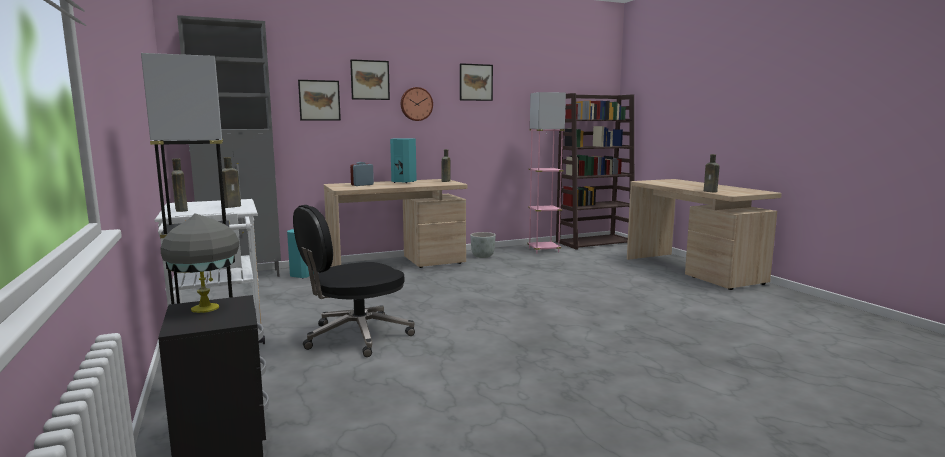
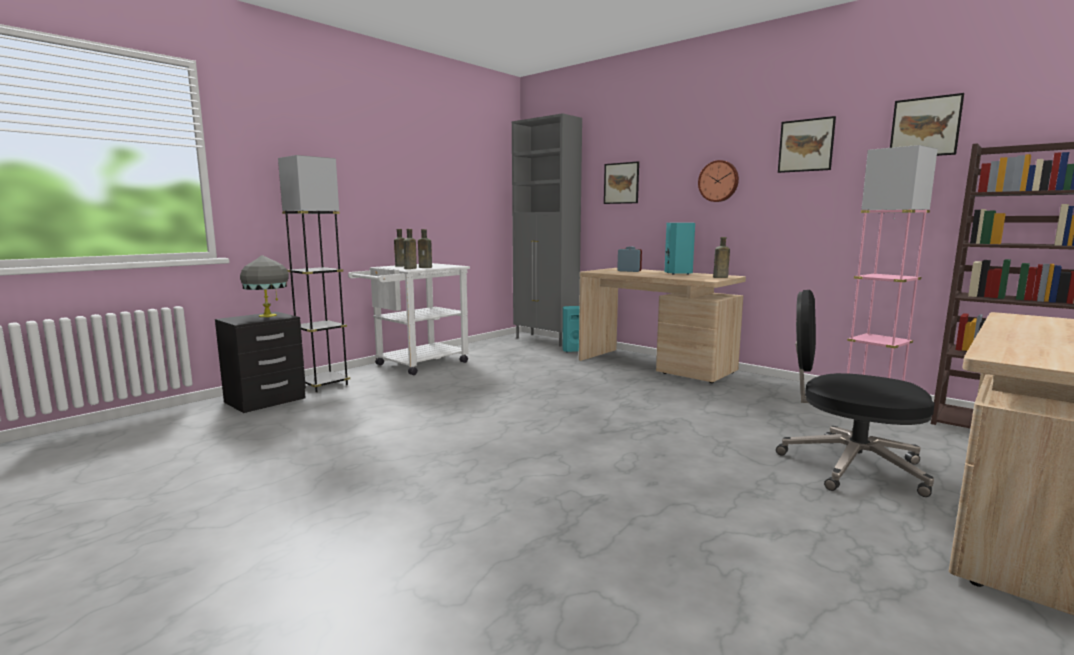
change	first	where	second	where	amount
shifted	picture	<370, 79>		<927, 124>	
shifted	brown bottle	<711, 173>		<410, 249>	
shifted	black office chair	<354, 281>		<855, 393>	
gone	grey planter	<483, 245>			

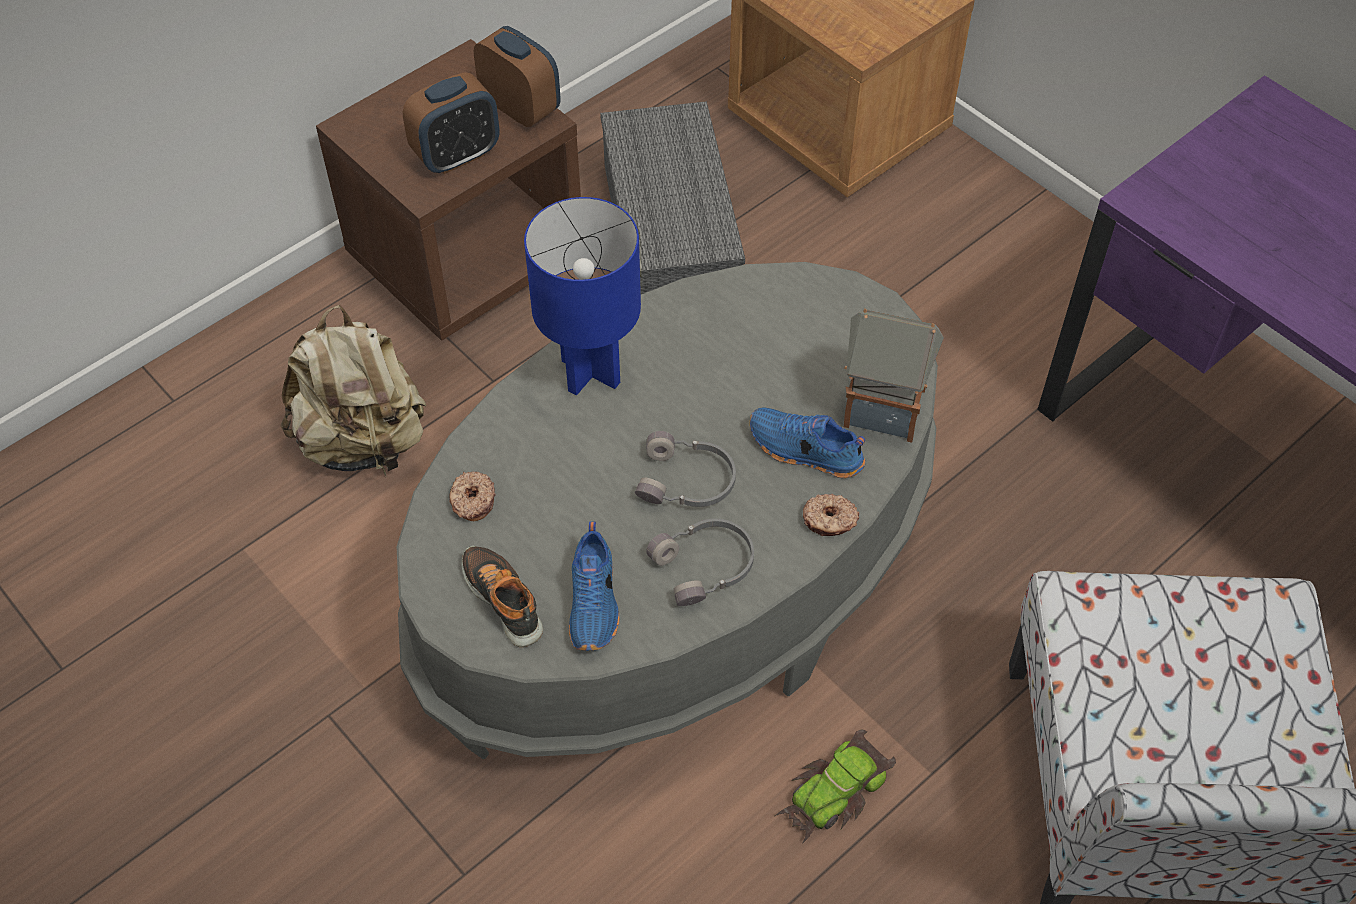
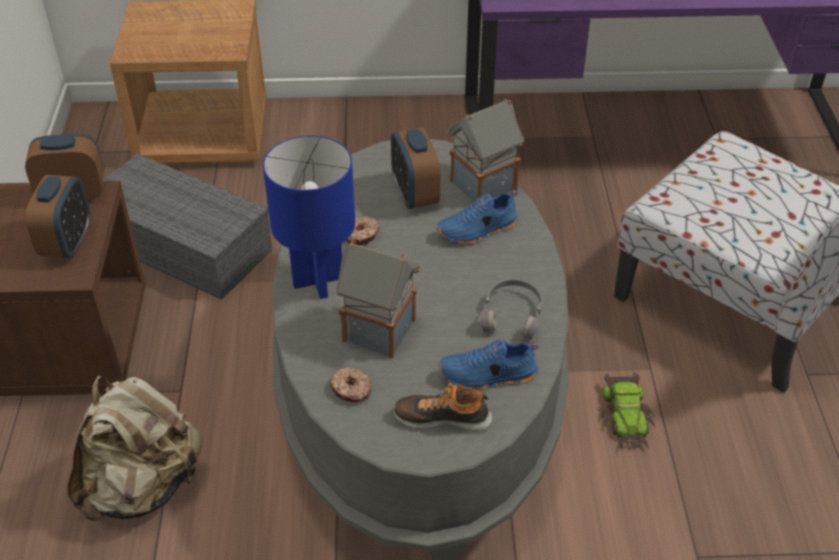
change	first	where	second	where	amount
gone	grey headphones	<685, 469>			
shifted	donut	<831, 515>		<363, 230>	
rotated	blue shoe	<594, 586>		<489, 364>	135 degrees clockwise
new			alarm clock	<415, 168>	
new			toy house	<378, 299>	

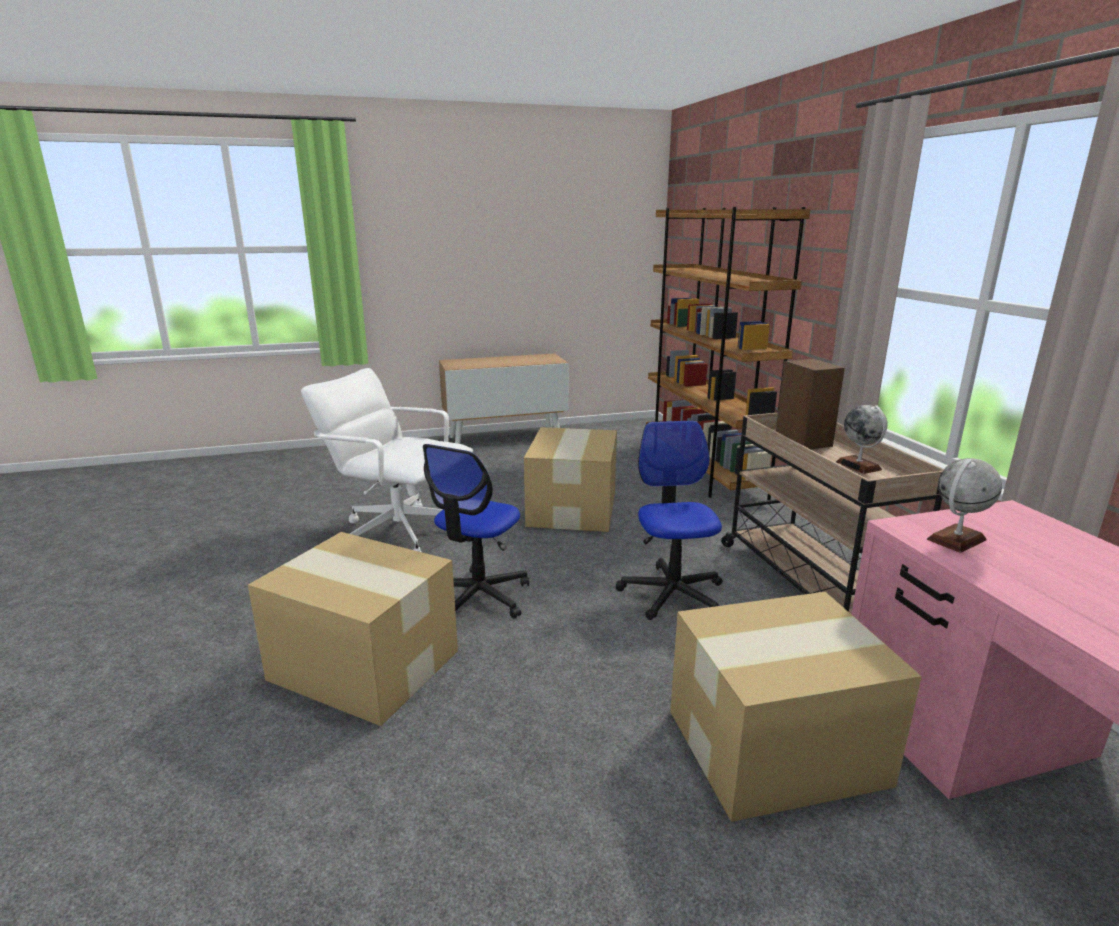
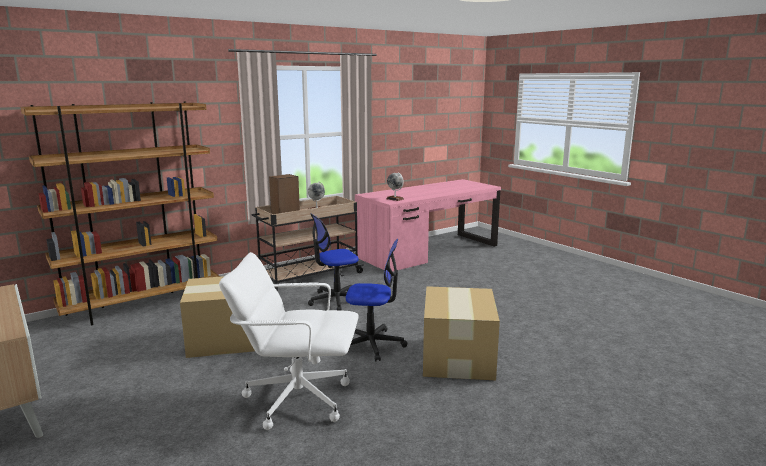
change	first	where	second	where	amount
rotated	white office chair	<387, 460>		<289, 341>	90 degrees clockwise
gone	cardboard box	<796, 707>			

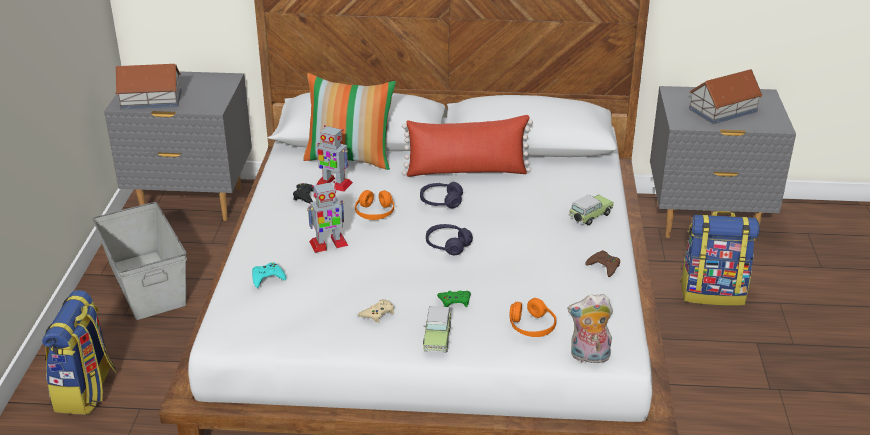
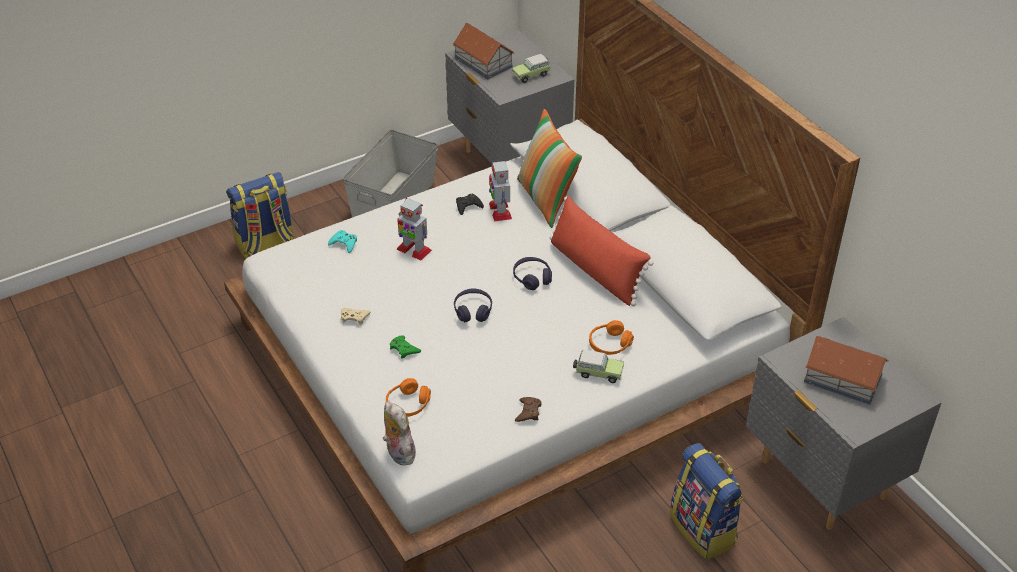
change	first	where	second	where	amount
shifted	orange headphones	<374, 205>		<611, 337>	
shifted	toy car	<437, 329>		<531, 68>	

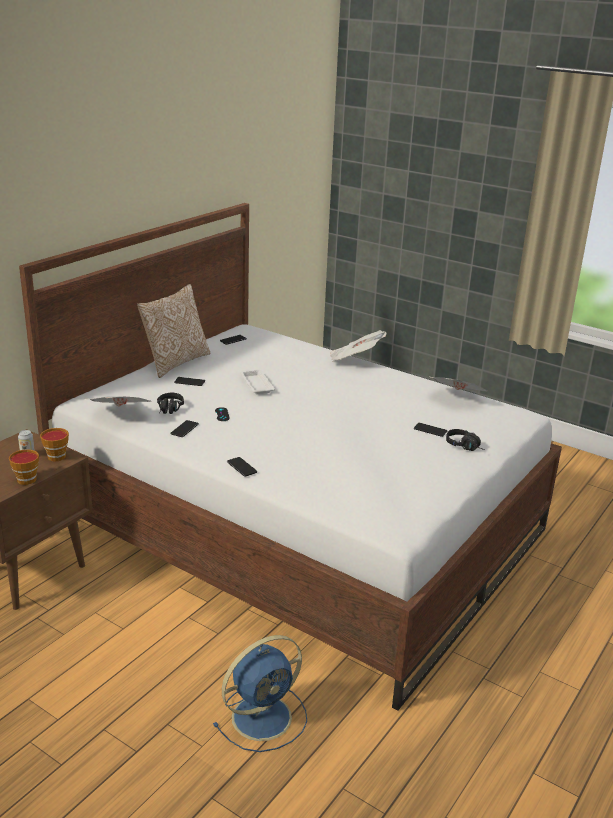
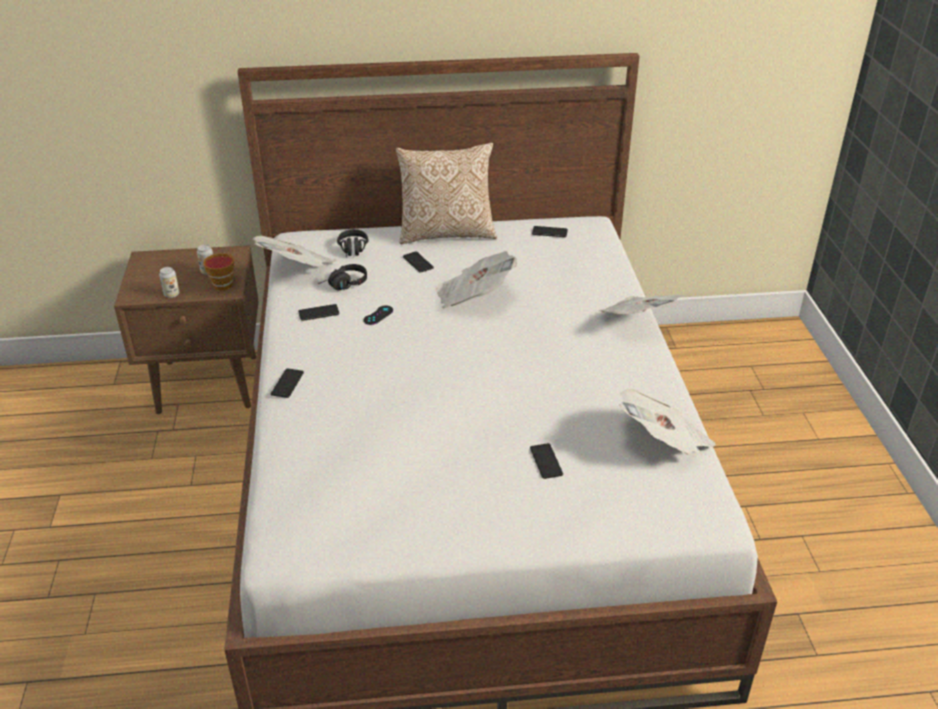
change	first	where	second	where	amount
swapped	white tray	<257, 381>	newspaper	<476, 280>	
shifted	black headphones	<465, 440>		<353, 243>	
swapped	cup	<24, 467>	can	<169, 282>	
gone	blue fan	<260, 693>			

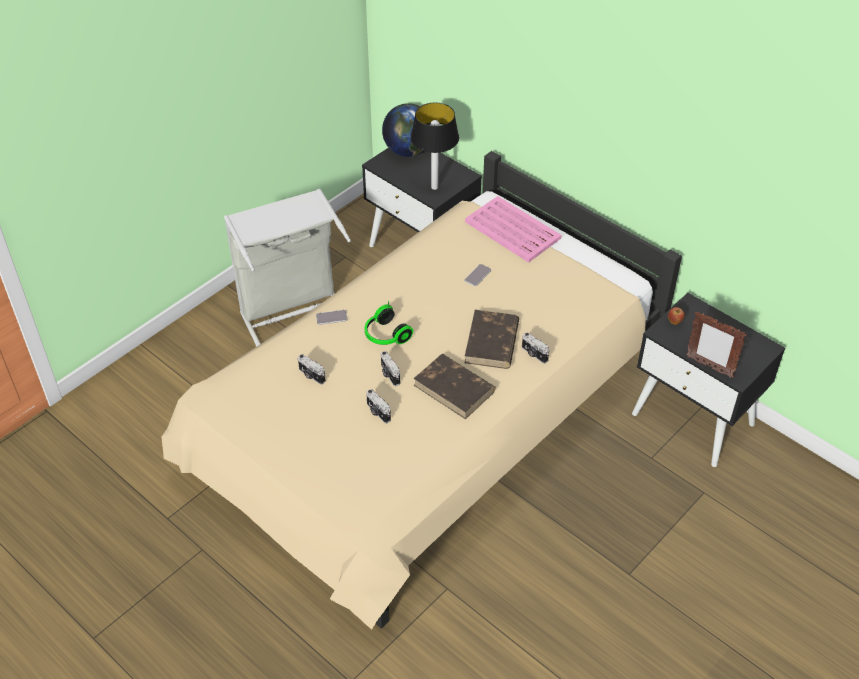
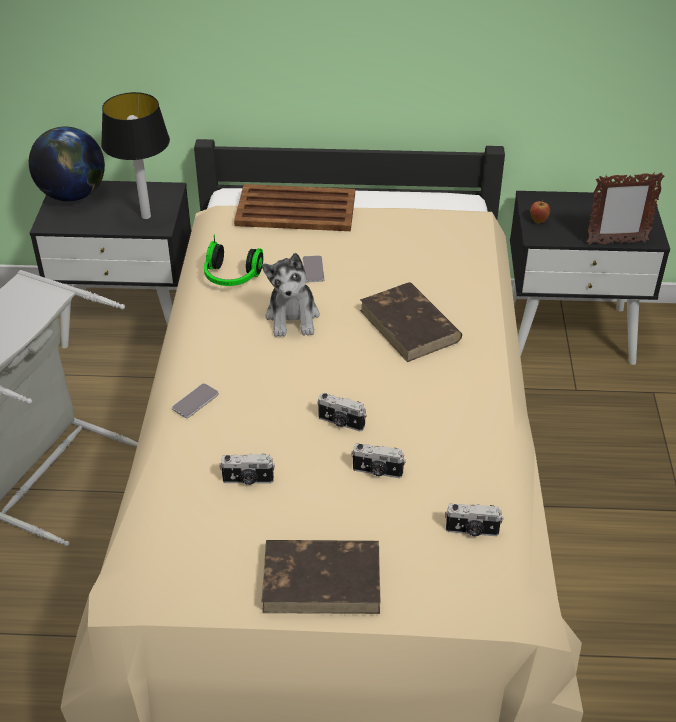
change	first	where	second	where	amount
repainted	pink tray	<513, 229>	brown tray	<294, 207>	
shifted	headphones	<389, 323>		<233, 260>	
shifted	photo camera	<535, 348>		<474, 520>	
shifted	brown book	<454, 386>		<321, 577>	
new			plush toy	<291, 295>	

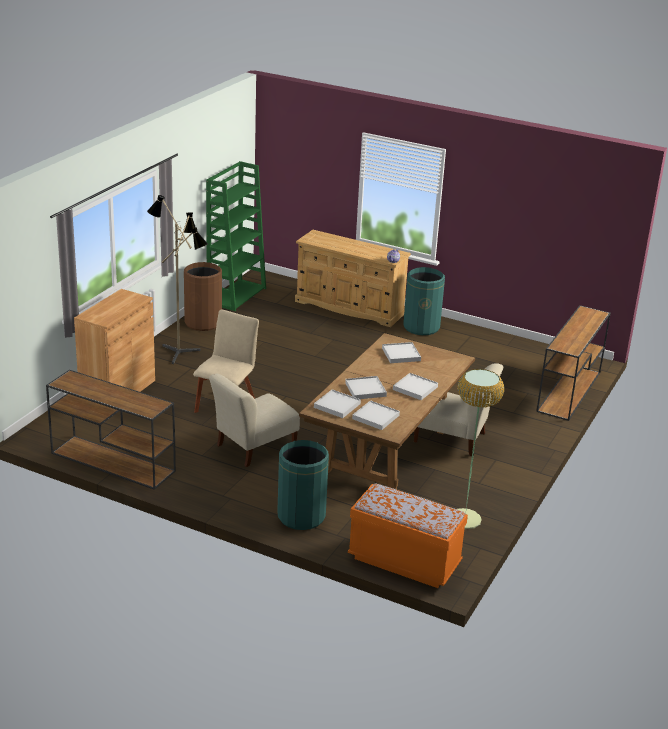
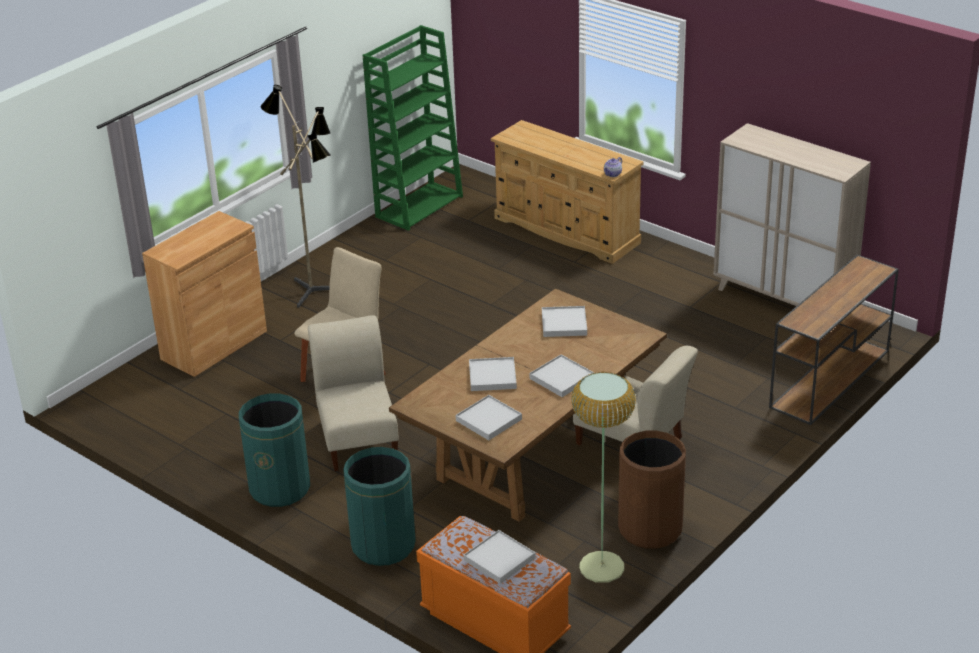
change	first	where	second	where	amount
shifted	brown trash can	<203, 296>		<652, 489>	
shifted	green trash can	<424, 301>		<274, 450>	
gone	brown console table	<111, 430>			
rotated	beige chair	<254, 420>		<353, 393>	105 degrees clockwise
shifted	white tray	<337, 403>		<499, 557>	
new			beige cabinet	<792, 214>	

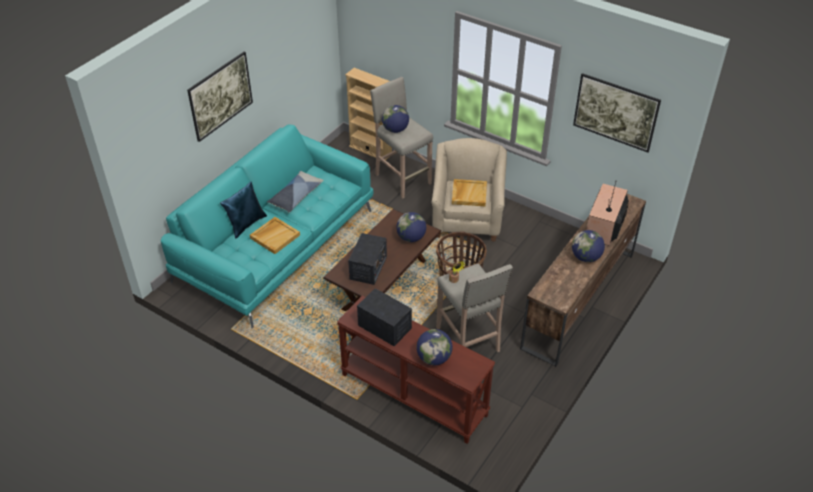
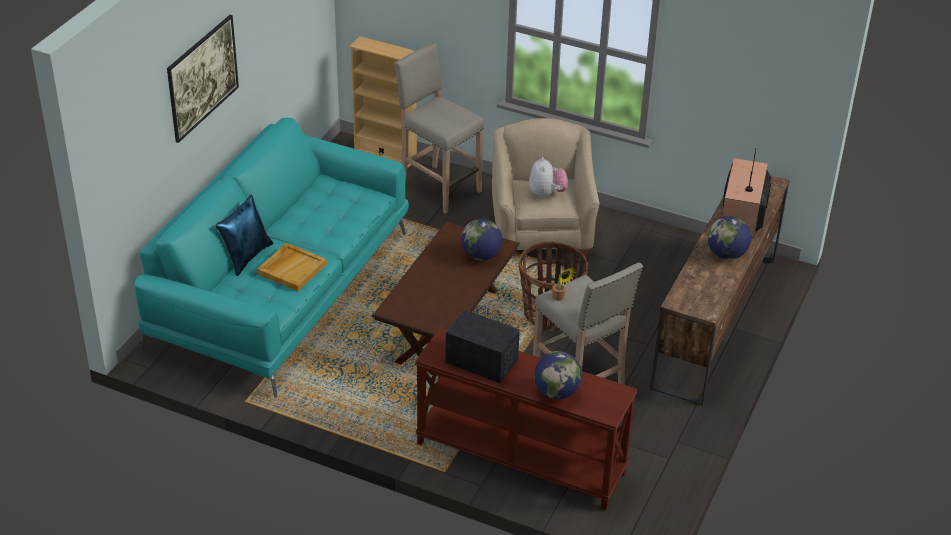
change	first	where	second	where	amount
gone	picture	<617, 113>			
gone	globe	<395, 119>			
gone	pillow	<295, 191>			
swapped	beige tray	<469, 192>	plush toy	<548, 178>	
gone	radio	<367, 259>			

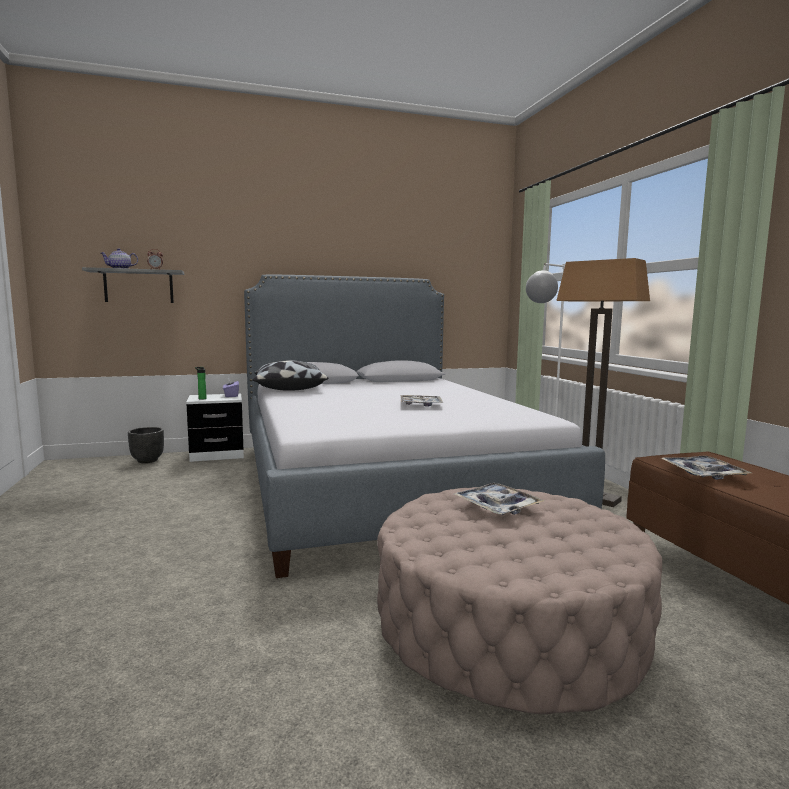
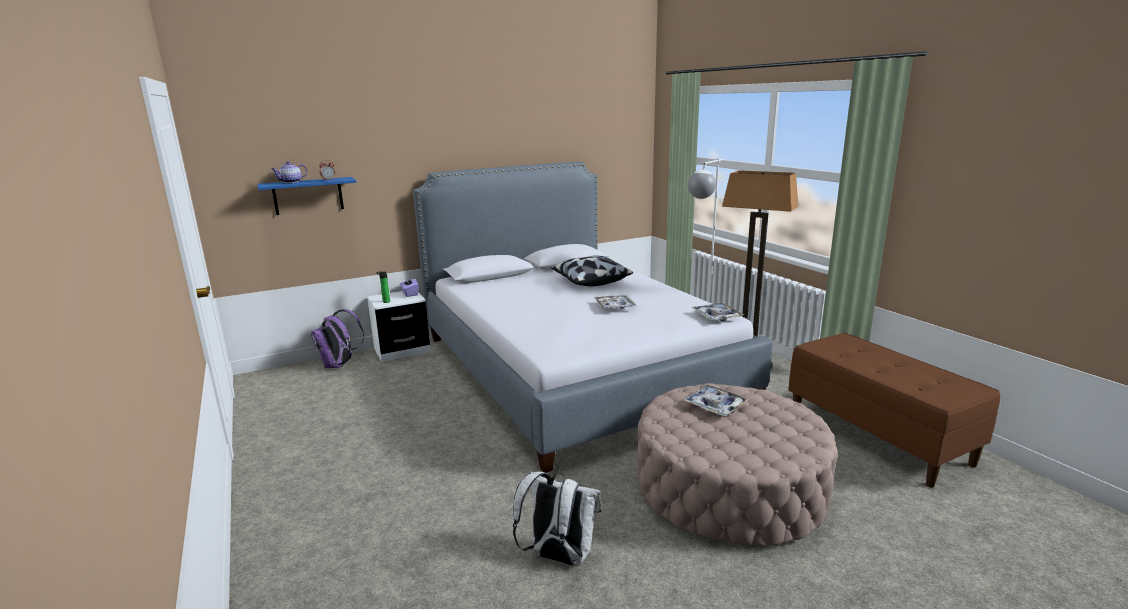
change	first	where	second	where	amount
repainted	grey shelf	<133, 285>	blue shelf	<306, 196>	
shifted	pillow	<291, 375>		<591, 270>	
swapped	black planter	<146, 445>	purple backpack	<337, 338>	
shifted	tray	<706, 468>		<717, 312>	
new			white backpack	<557, 519>	

